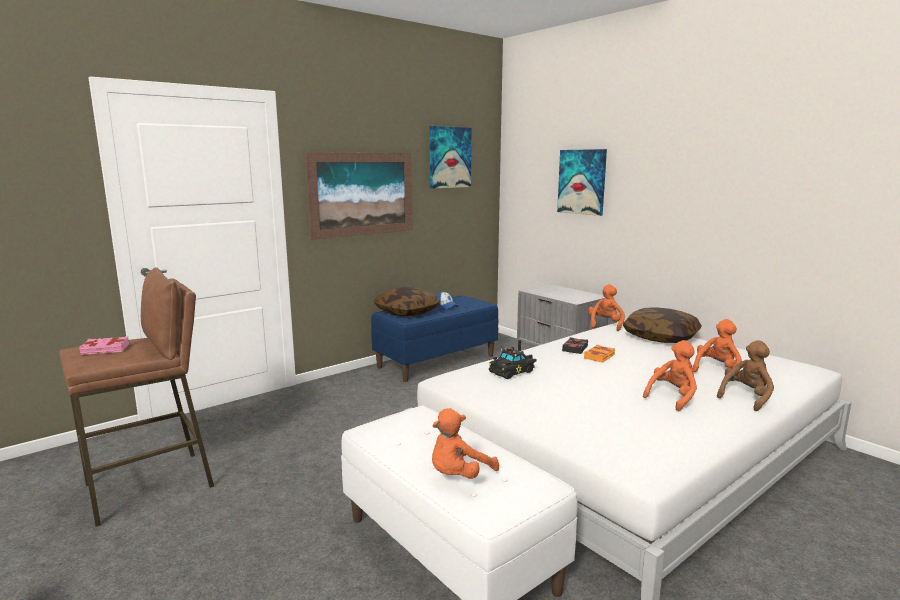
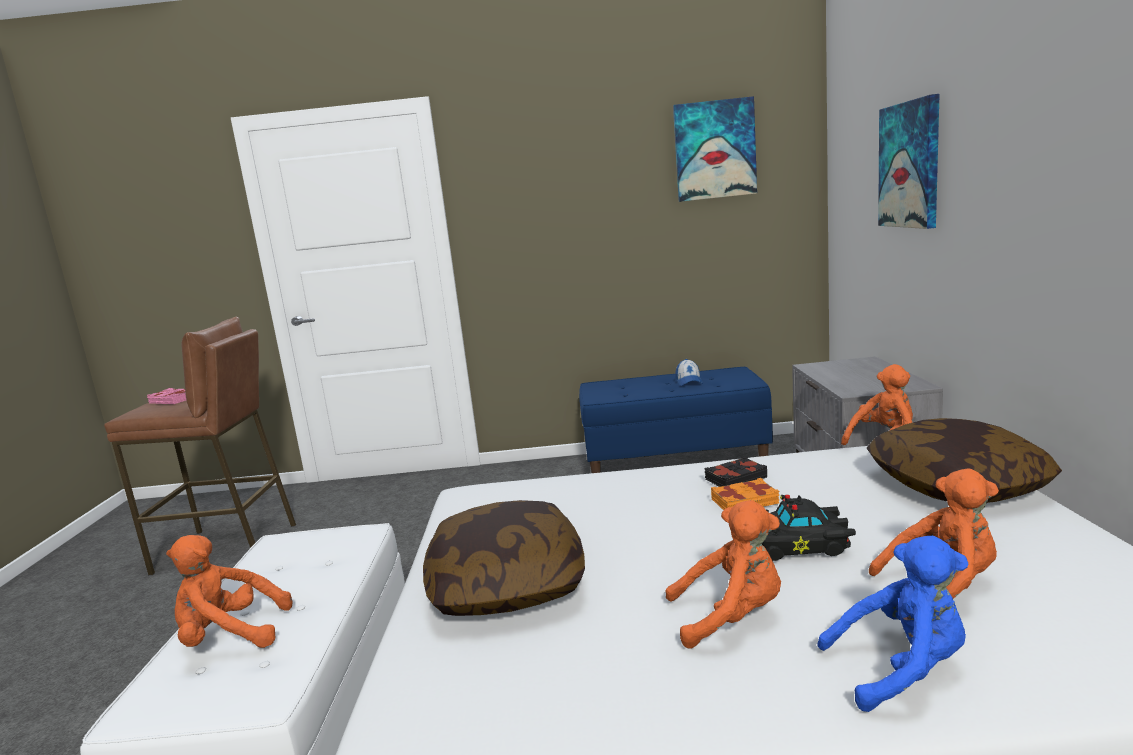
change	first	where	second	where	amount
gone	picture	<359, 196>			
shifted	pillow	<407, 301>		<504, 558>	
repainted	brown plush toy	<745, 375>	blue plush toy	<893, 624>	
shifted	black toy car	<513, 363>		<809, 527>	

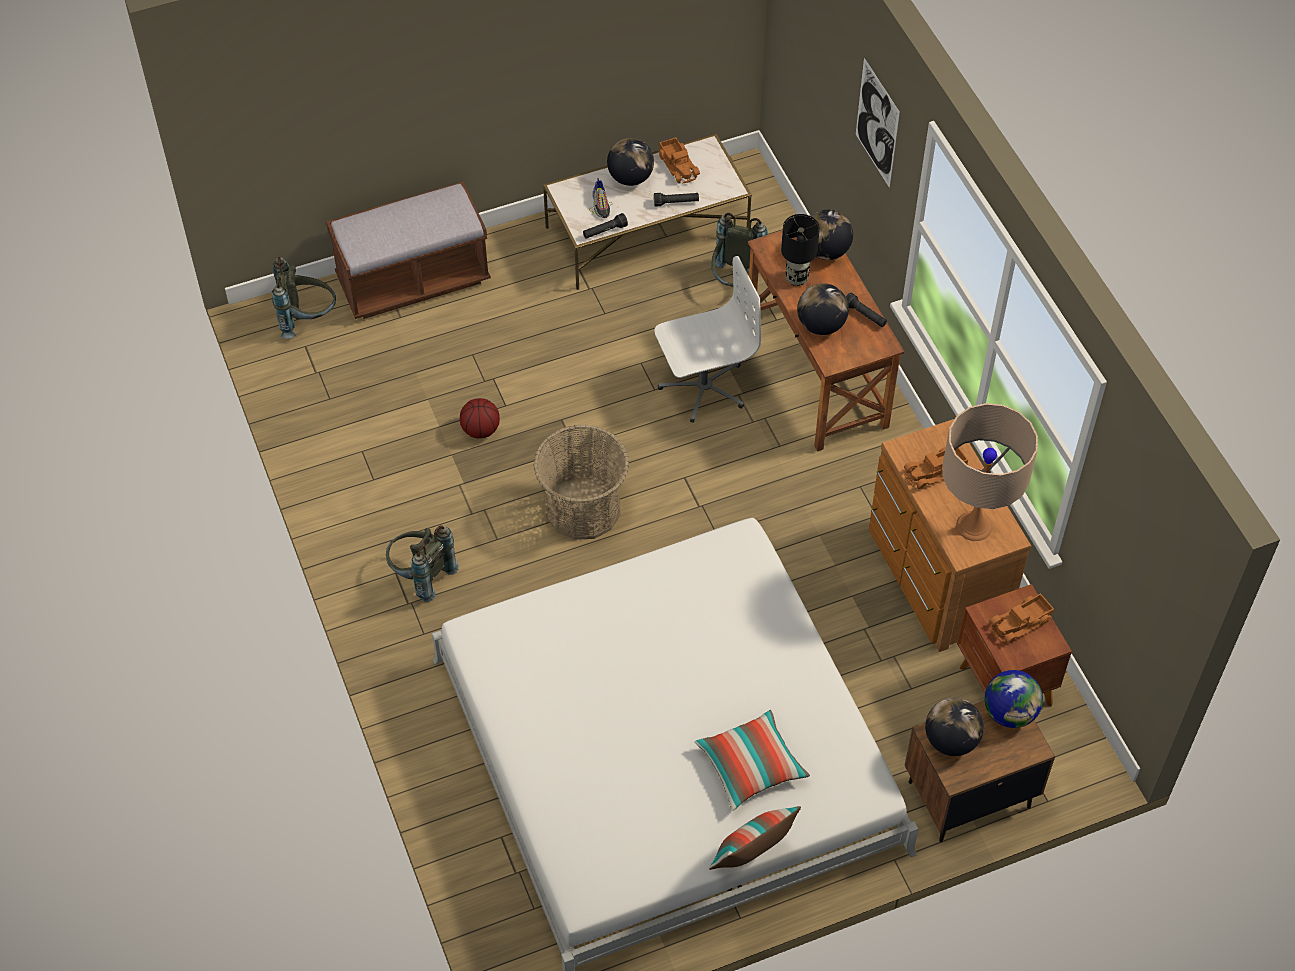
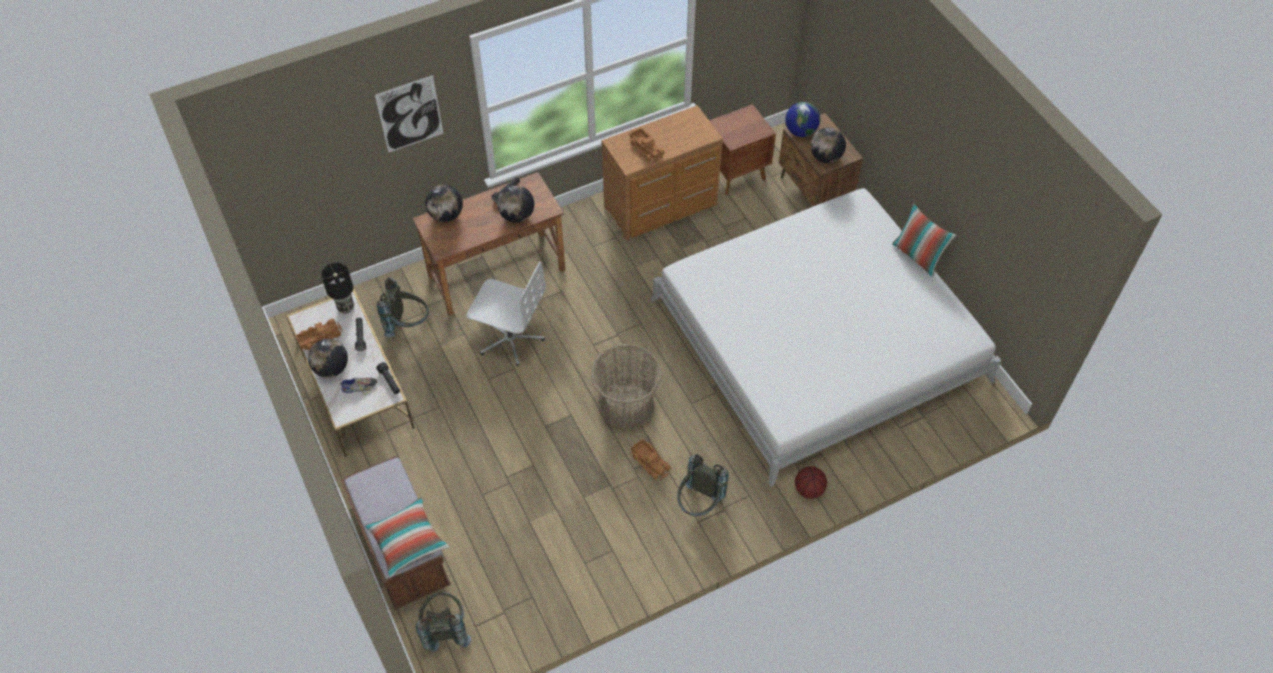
change	first	where	second	where	amount
shifted	black table lamp	<800, 250>		<337, 288>	
rotated	white office chair	<707, 339>		<506, 313>	135 degrees clockwise
shifted	basketball	<480, 418>		<811, 482>	
gone	beige table lamp	<990, 472>			
shifted	toy truck	<1021, 618>		<651, 459>	
shifted	pillow	<752, 760>		<407, 537>	

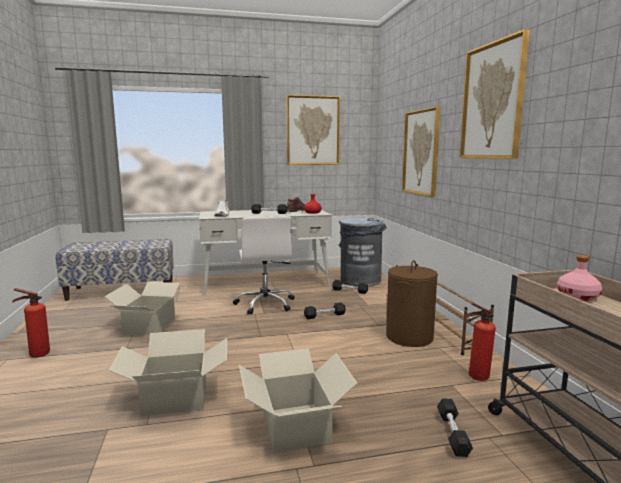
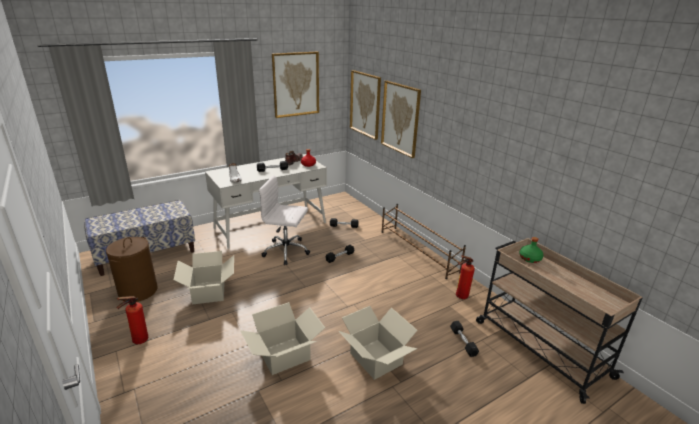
change	first	where	second	where	amount
shifted	picture	<495, 94>		<365, 105>	
rotated	white office chair	<264, 265>		<284, 220>	135 degrees clockwise
gone	grey trash can	<363, 252>			
repainted	pink bottle	<580, 278>	green bottle	<531, 250>	
shifted	brown laundry basket	<412, 303>		<132, 269>	

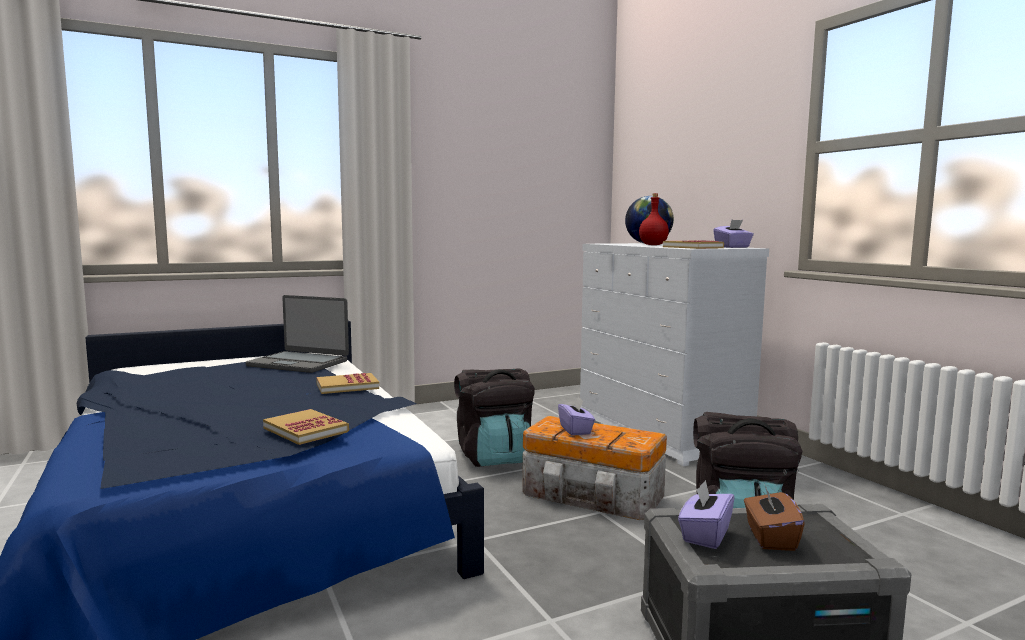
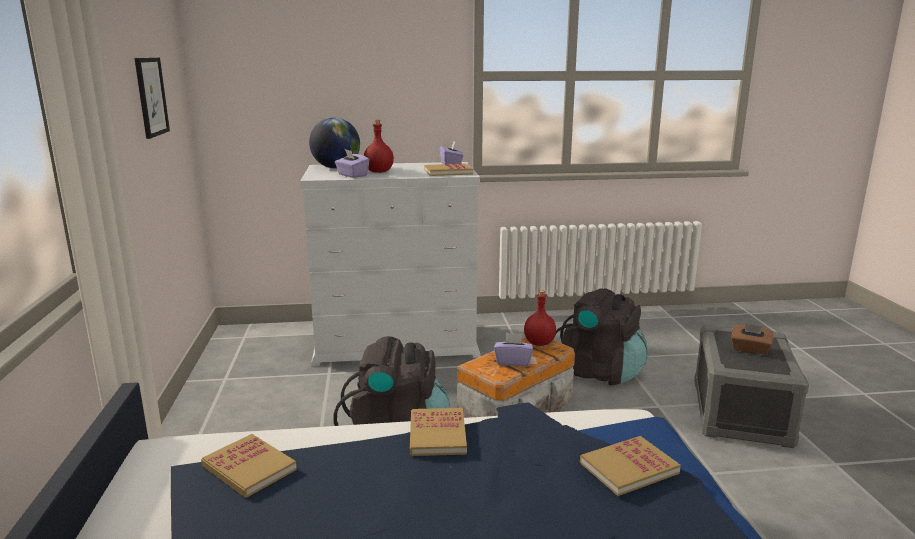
change	first	where	second	where	amount
swapped	laptop	<297, 334>	book	<249, 466>	
shifted	purple tissue box	<706, 514>		<352, 163>	
new			picture	<152, 98>	
new			red bottle	<540, 318>	

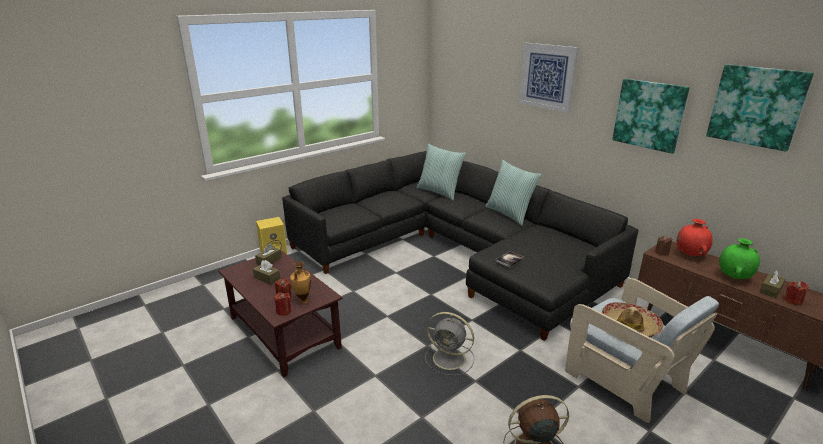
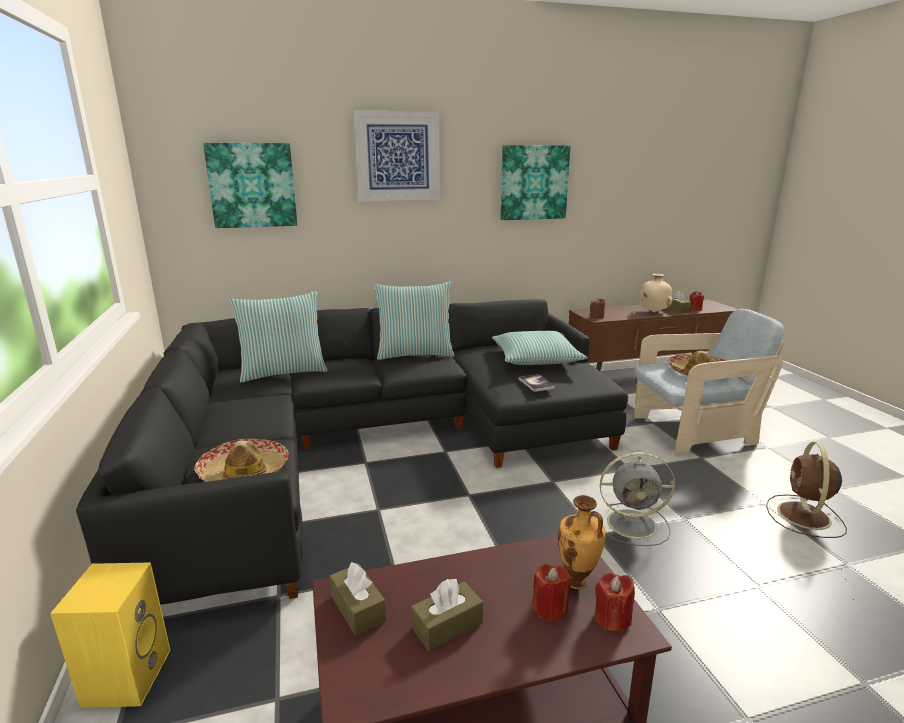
change	first	where	second	where	amount
shifted	picture	<760, 108>		<250, 185>	
gone	red vase	<695, 237>			
repainted	green vase	<739, 258>	beige vase	<656, 293>	
rotated	grey fan	<449, 344>		<634, 499>	45 degrees clockwise
new			pillow	<540, 348>	
new			hat	<241, 460>	

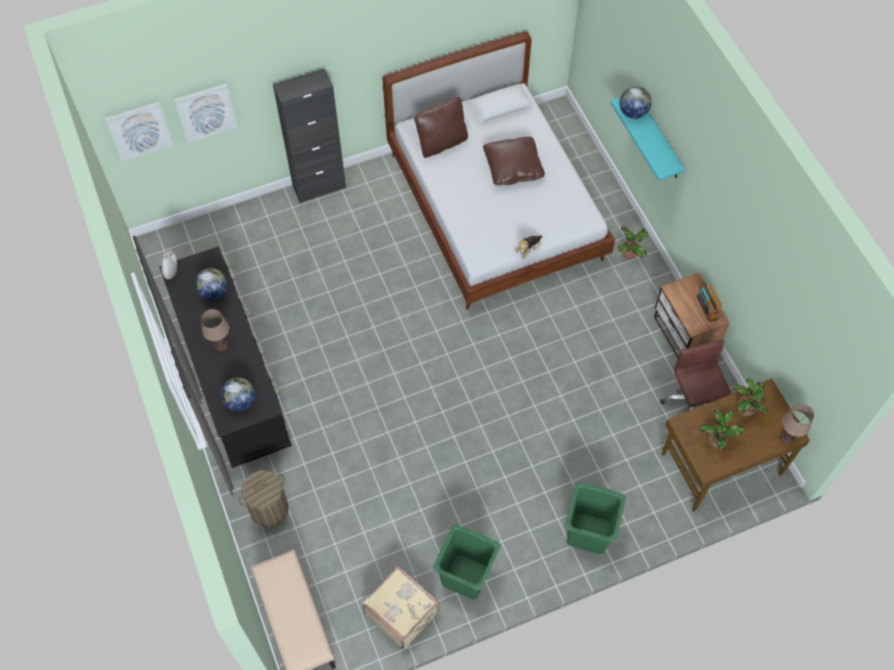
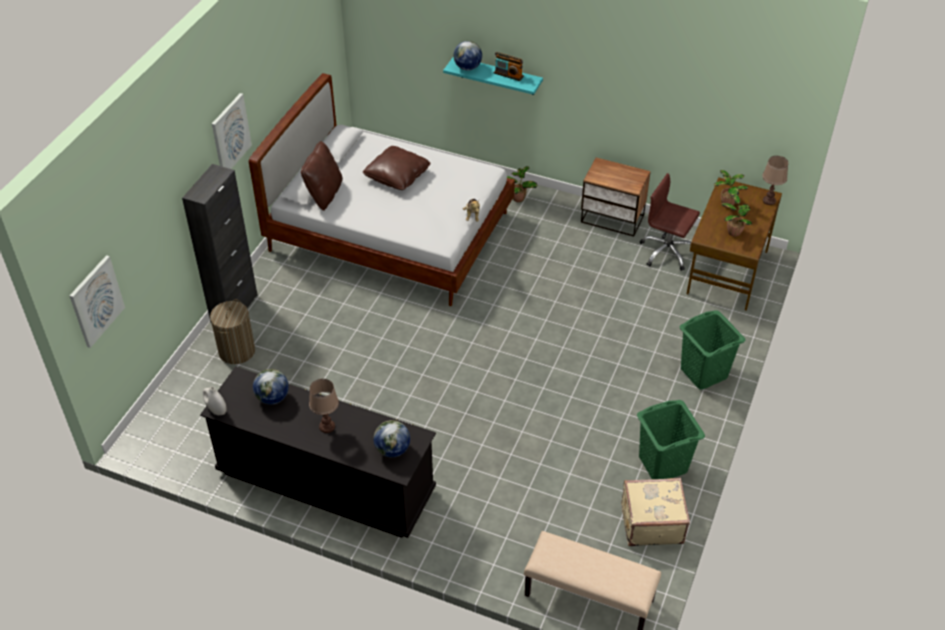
change	first	where	second	where	amount
shifted	picture	<205, 113>		<232, 131>	
shifted	radio	<709, 302>		<509, 66>	
shifted	laundry basket	<264, 499>		<232, 331>	

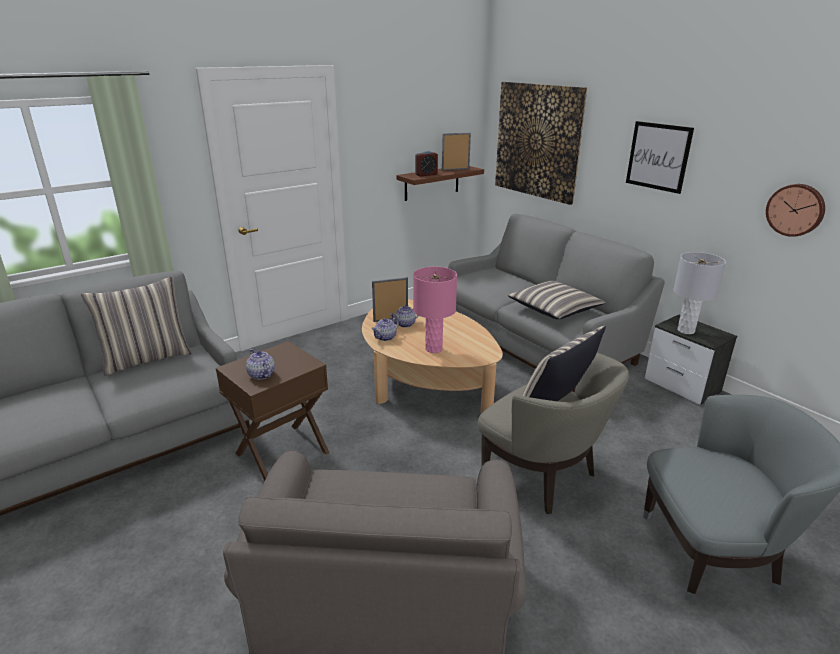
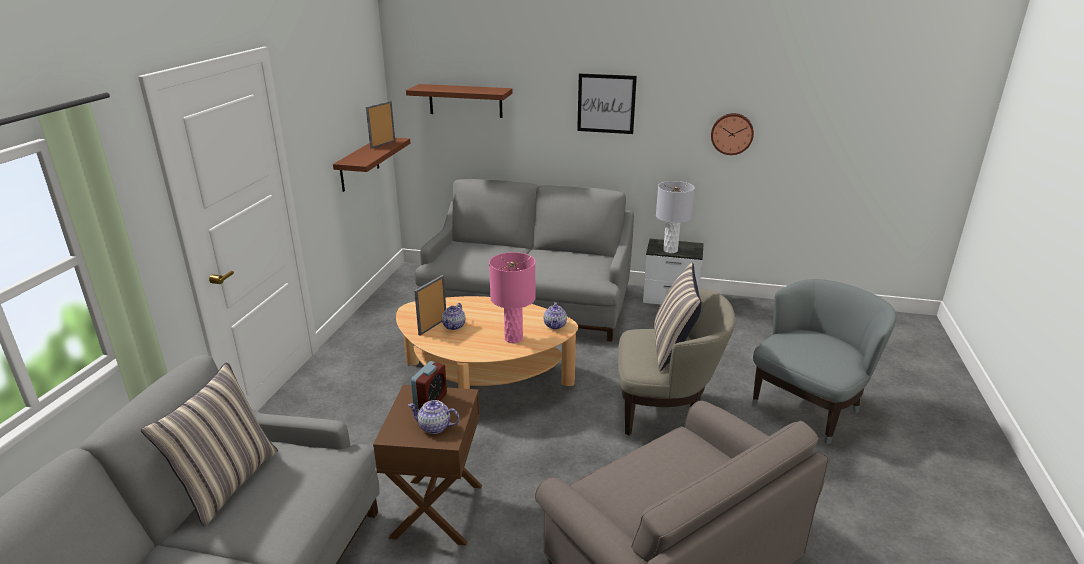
change	first	where	second	where	amount
swapped	picture	<541, 143>	brown shelf	<459, 101>	
shifted	alarm clock	<426, 164>		<429, 385>	
gone	pillow	<557, 300>			
shifted	teapot	<385, 329>		<555, 315>	

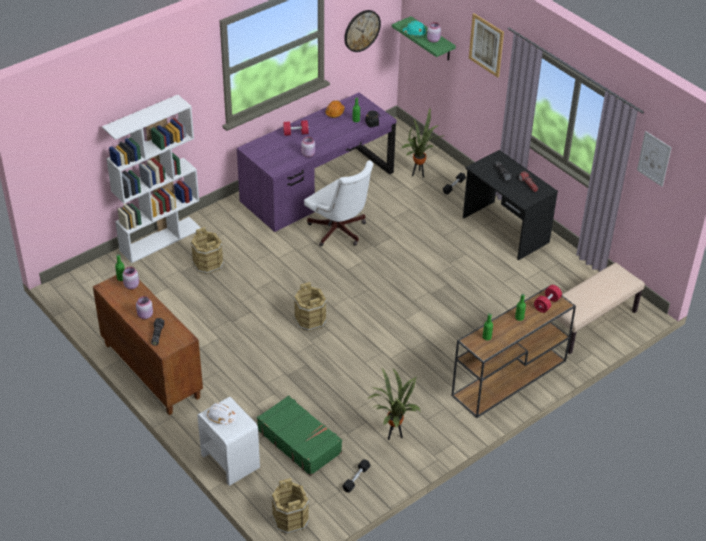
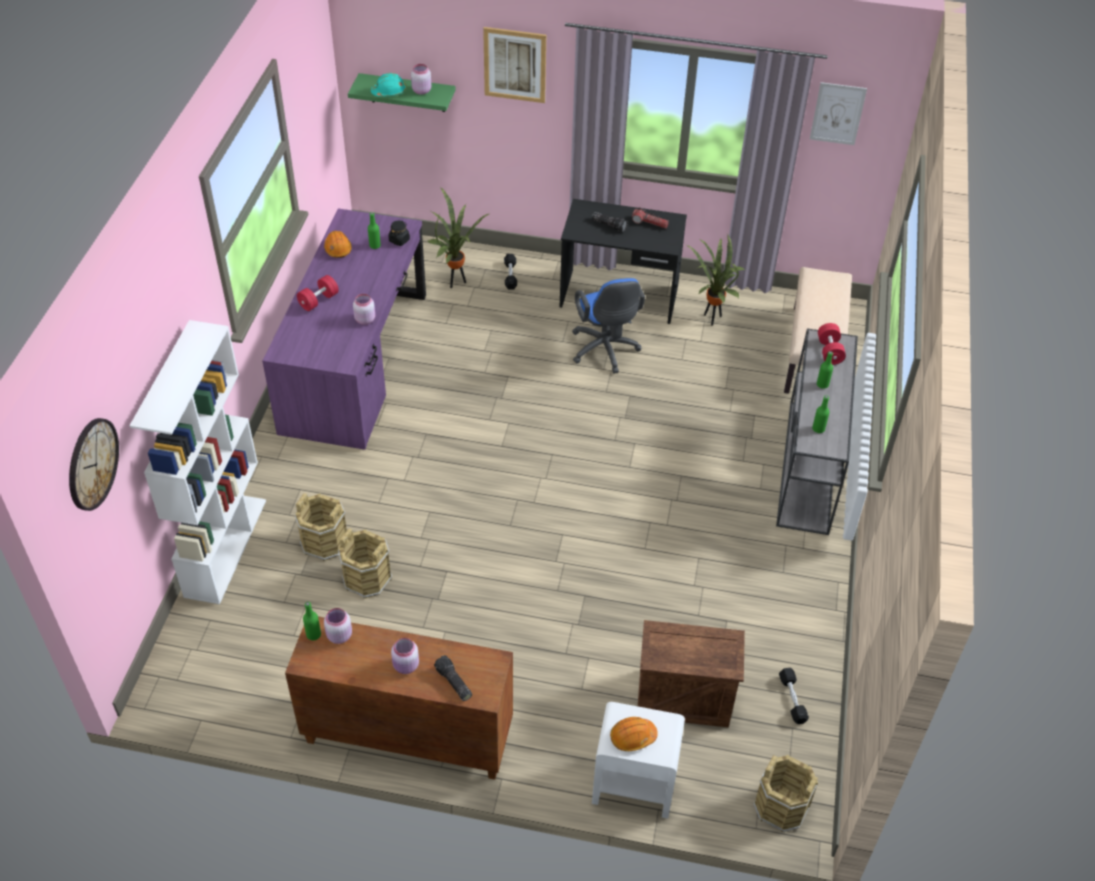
change	first	where	second	where	amount
shifted	wall clock	<362, 31>		<94, 464>	
gone	white office chair	<338, 203>			
shifted	brown bucket	<310, 306>		<365, 563>	
repainted	brown console table	<513, 352>	grey console table	<817, 431>	
shifted	potted plant	<394, 404>		<716, 280>	
swapped	green suitcase	<299, 435>	crate	<691, 673>	
repainted	white hard hat	<222, 414>	orange hard hat	<634, 734>	
new			blue office chair	<608, 326>	

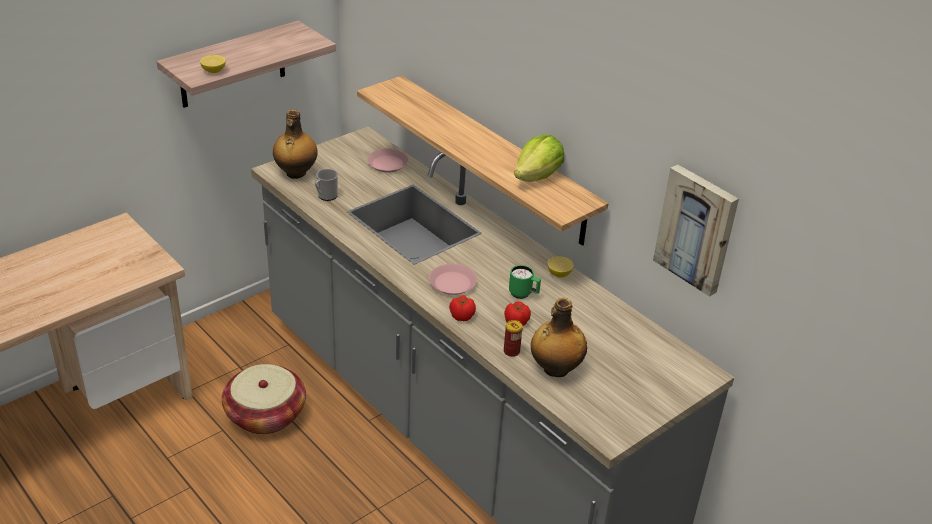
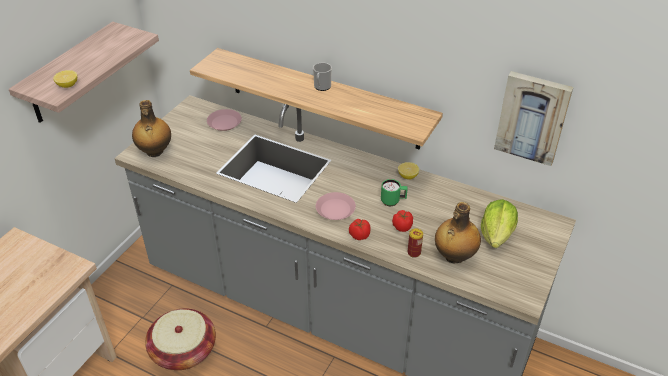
change	first	where	second	where	amount
shifted	lettuce	<539, 158>		<499, 223>	
shifted	mug	<326, 185>		<322, 76>	

